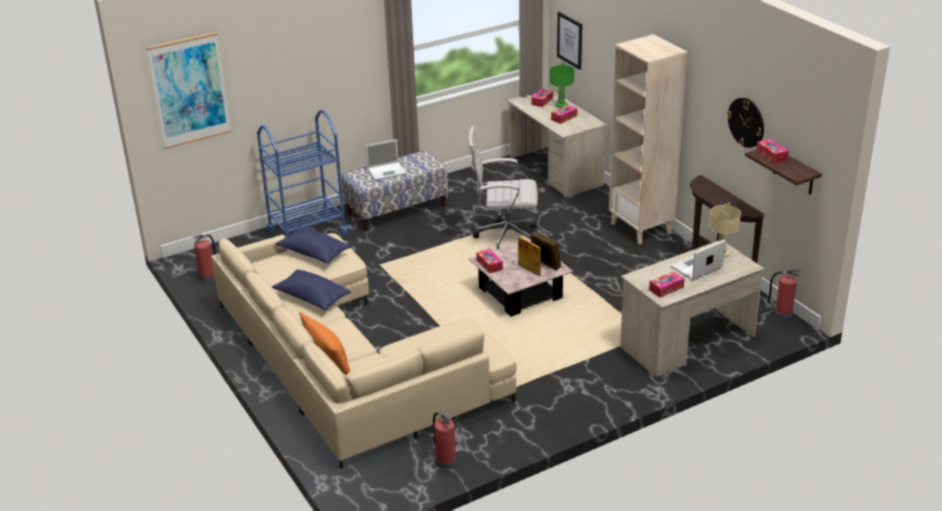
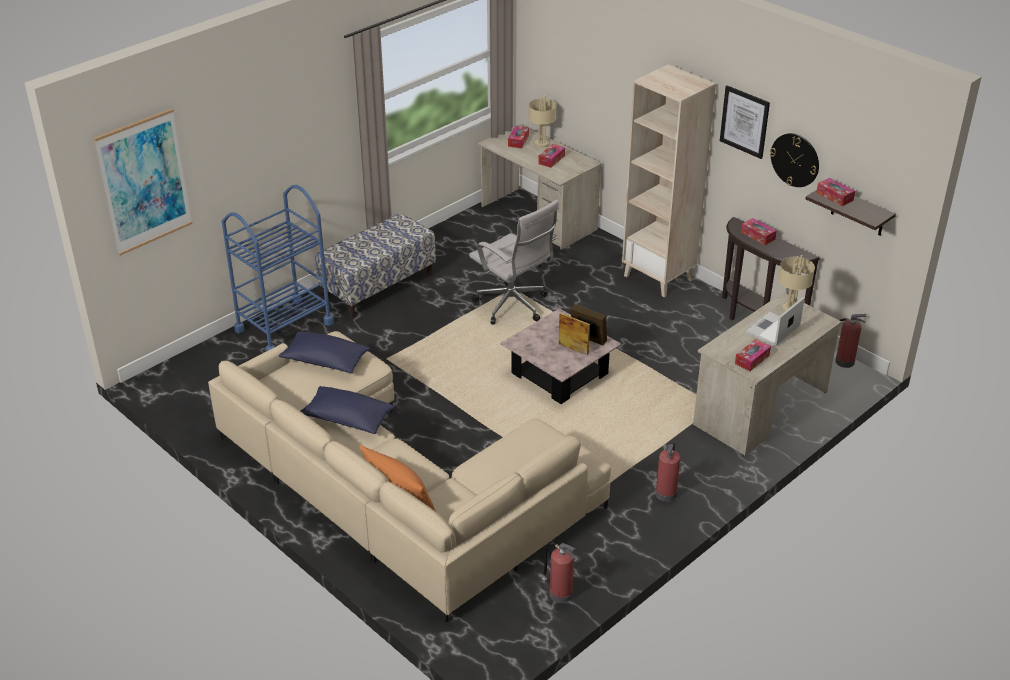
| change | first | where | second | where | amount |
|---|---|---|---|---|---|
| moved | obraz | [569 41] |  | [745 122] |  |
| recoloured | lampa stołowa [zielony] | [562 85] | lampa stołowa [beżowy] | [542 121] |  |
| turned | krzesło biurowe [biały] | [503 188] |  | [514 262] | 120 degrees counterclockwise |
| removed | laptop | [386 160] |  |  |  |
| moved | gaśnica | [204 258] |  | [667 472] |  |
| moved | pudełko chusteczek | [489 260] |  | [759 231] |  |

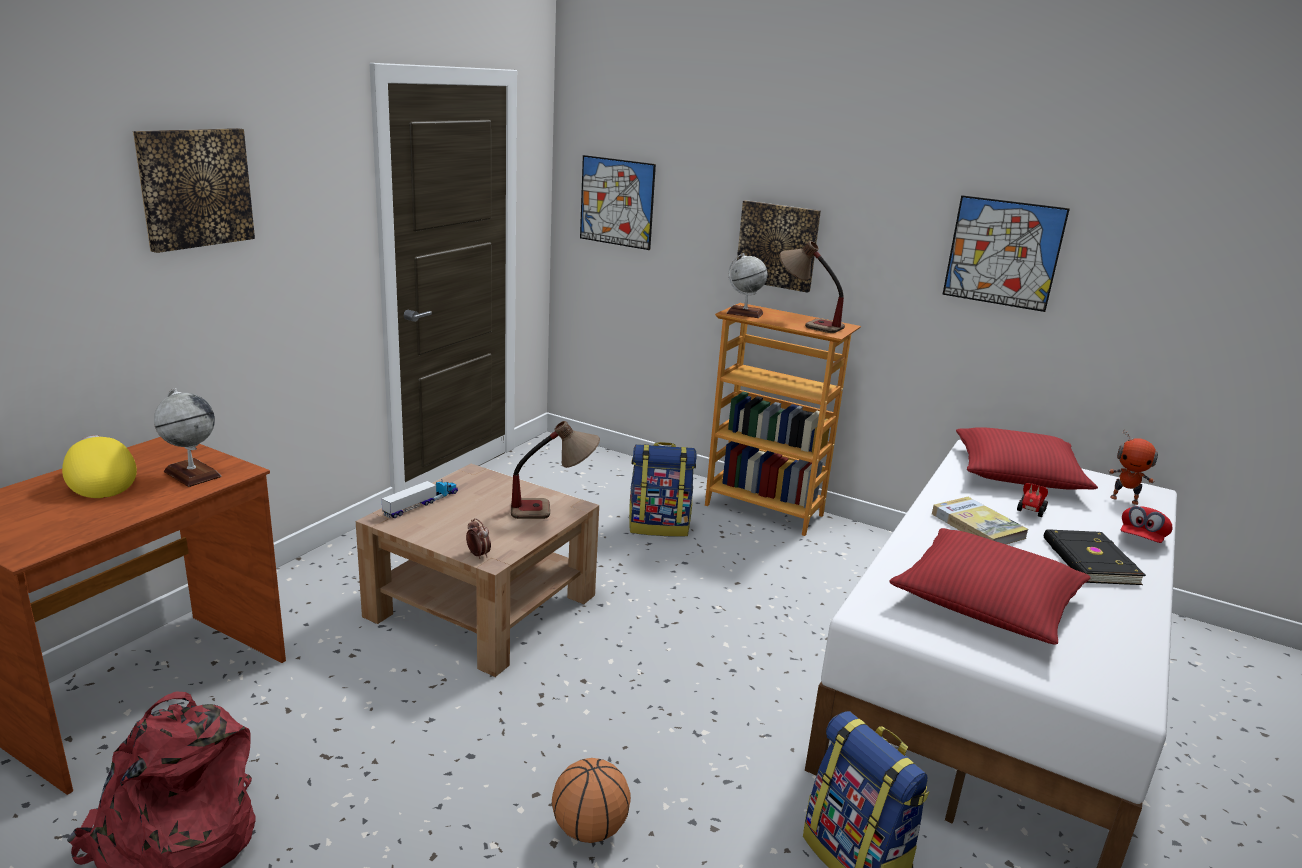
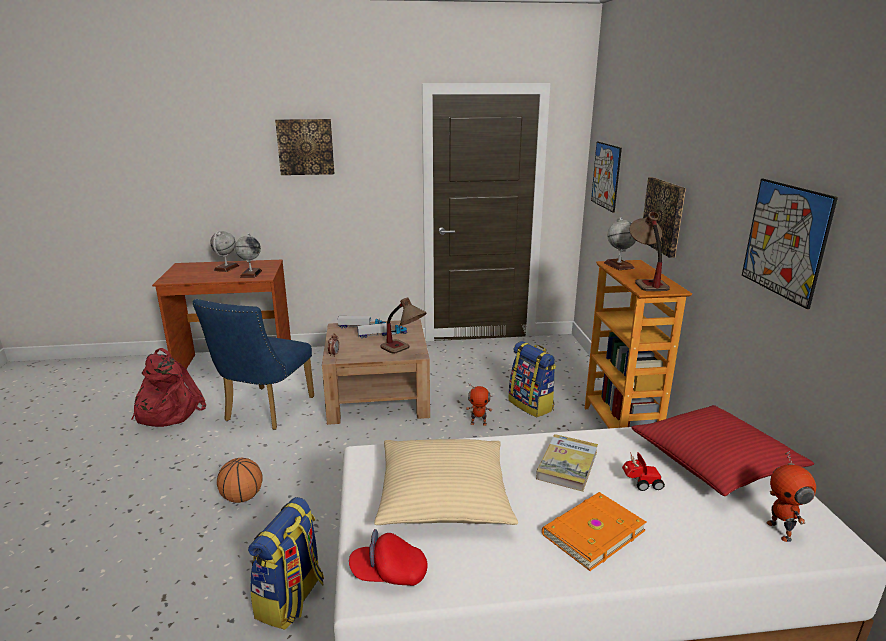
| change | first | where | second | where | amount |
|---|---|---|---|---|---|
| replaced | czapka z daszkiem [żółty] | [99 466] | globus | [224 251] |  |
| moved | czapka z daszkiem [czerwony] | [1146 524] |  | [388 557] |  |
| recoloured | poduszka [czerwony] | [990 586] | poduszka [beżowy] | [446 482] |  |
| recoloured | książka [czarny] | [1095 557] | książka [pomarańczowy] | [594 531] |  |
| added |  |  | krzesło [niebieski] | [253 364] |  |
| added |  |  | ciężarówka zabawkowa | [382 330] |  |
| added |  |  | robot zabawkowy | [479 405] |  |

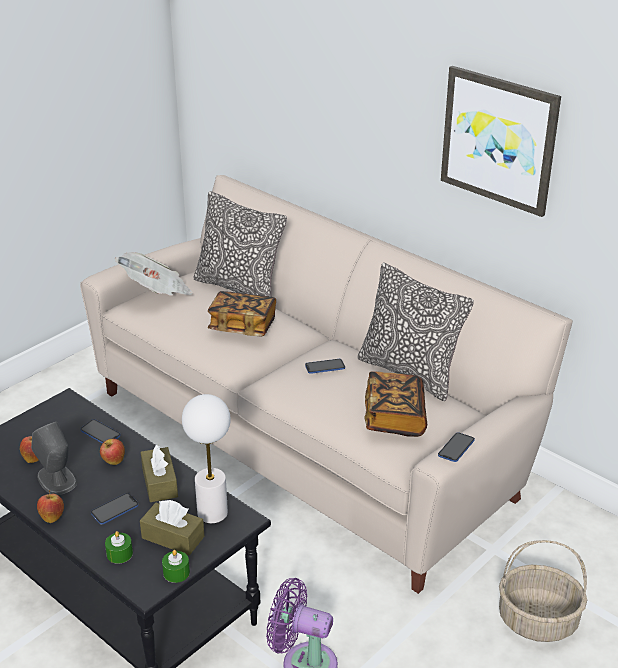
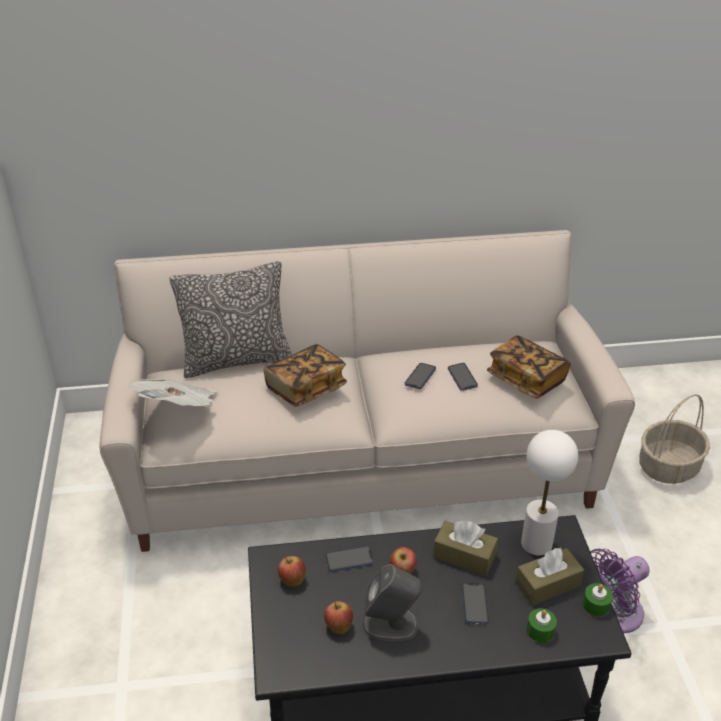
| change | first | where | second | where | amount |
|---|---|---|---|---|---|
| removed | obraz | [501 141] |  |  |  |
| removed | poduszka | [415 332] |  |  |  |
| moved | telefon | [456 447] |  | [463 377] |  |
| moved | jabłko | [50 506] |  | [292 571] |  |

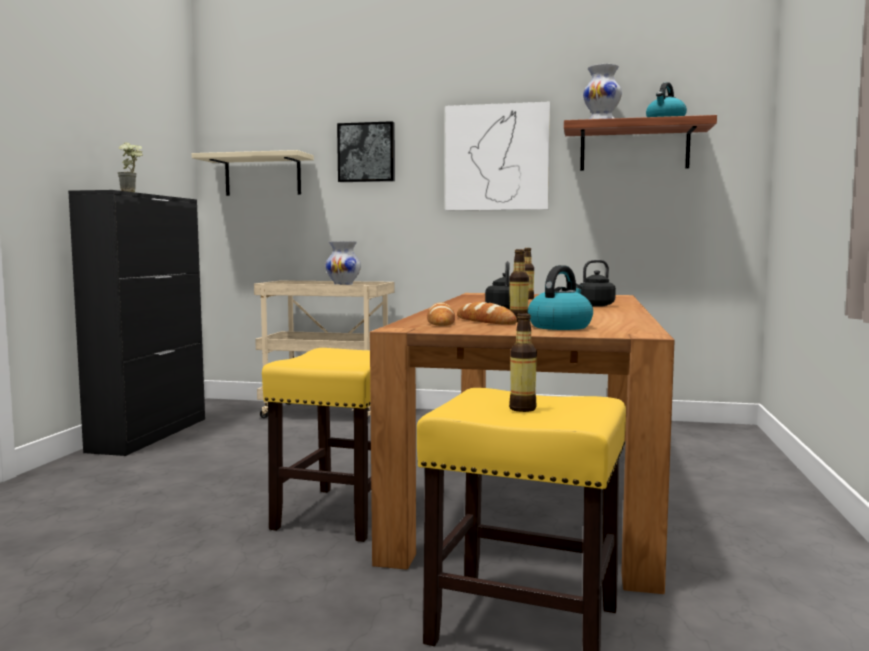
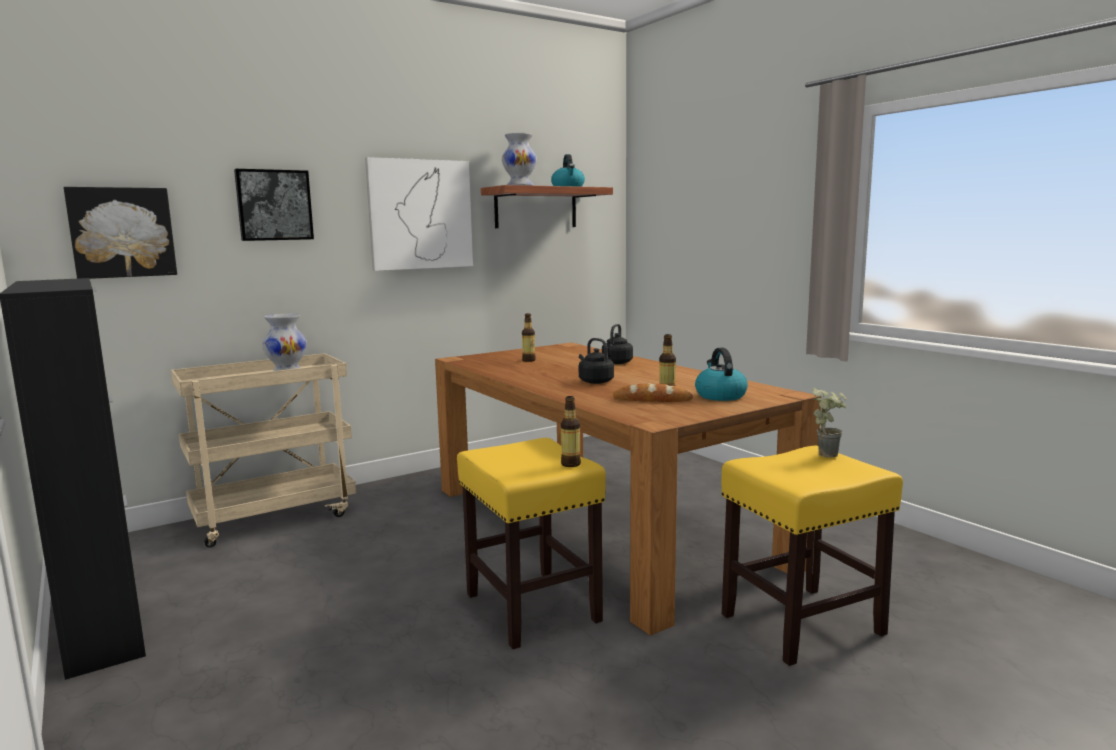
| change | first | where | second | where | amount |
|---|---|---|---|---|---|
| moved | roślina doniczkowa | [130 167] |  | [829 423] |  |
| replaced | półka [beżowy] | [253 173] | obraz | [120 233] |  |
| removed | chleb | [441 314] |  |  |  |
| moved | butelka | [523 362] |  | [571 431] |  |

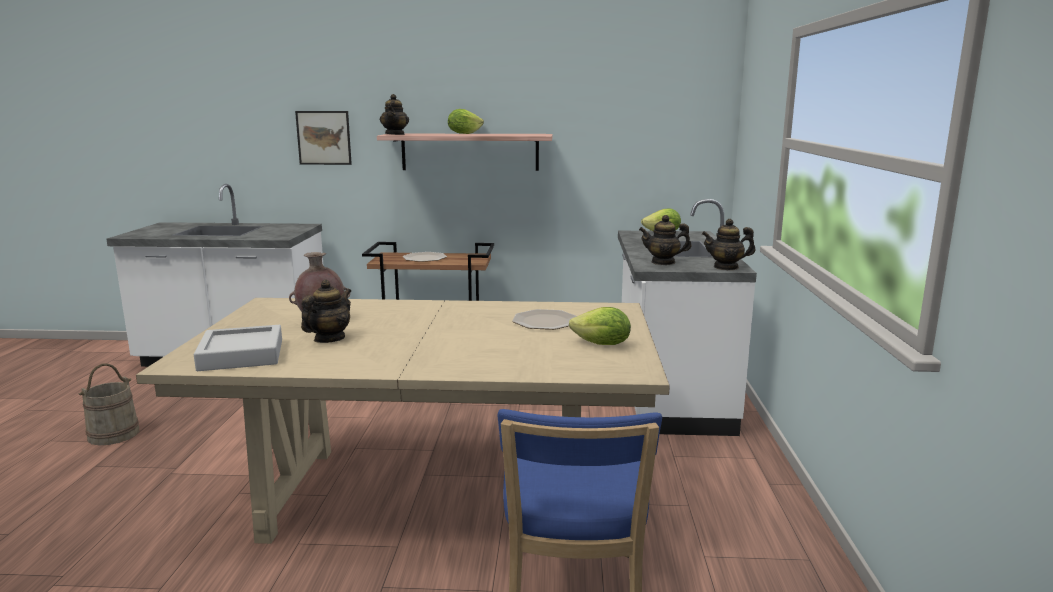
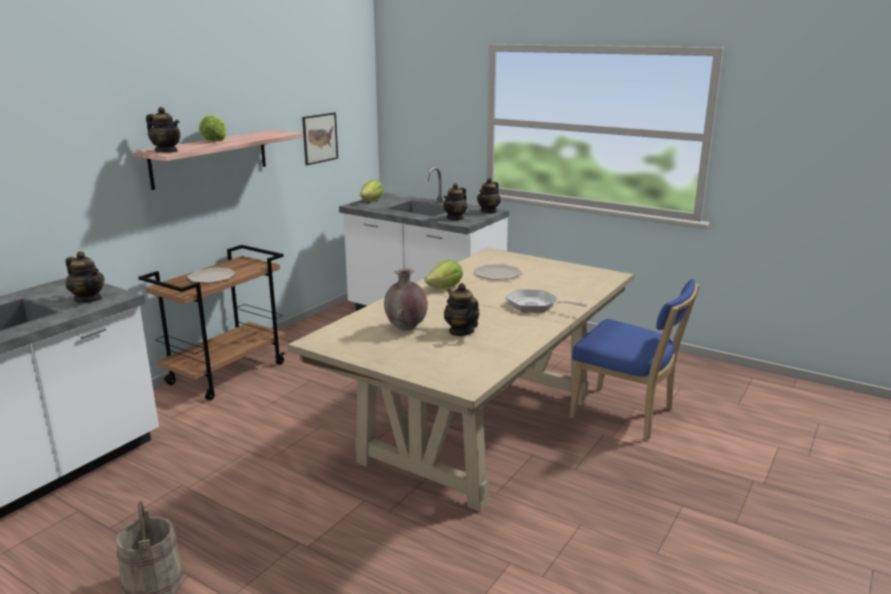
| change | first | where | second | where | amount |
|---|---|---|---|---|---|
| moved | obraz | [323 138] |  | [320 139] |  |
| moved | sałata | [600 326] |  | [444 274] |  |
| removed | taca [szary] | [238 348] |  |  |  |
| added |  |  | imbryk | [85 277] |  |
| added |  |  | patelnia | [546 301] |  |

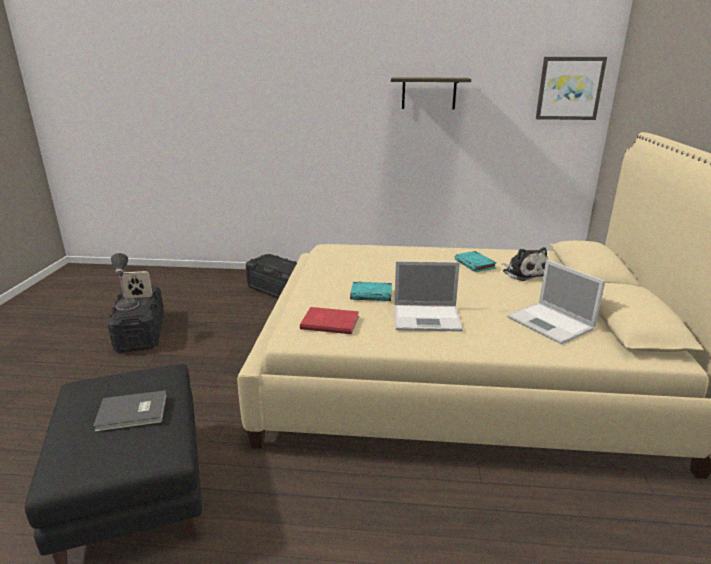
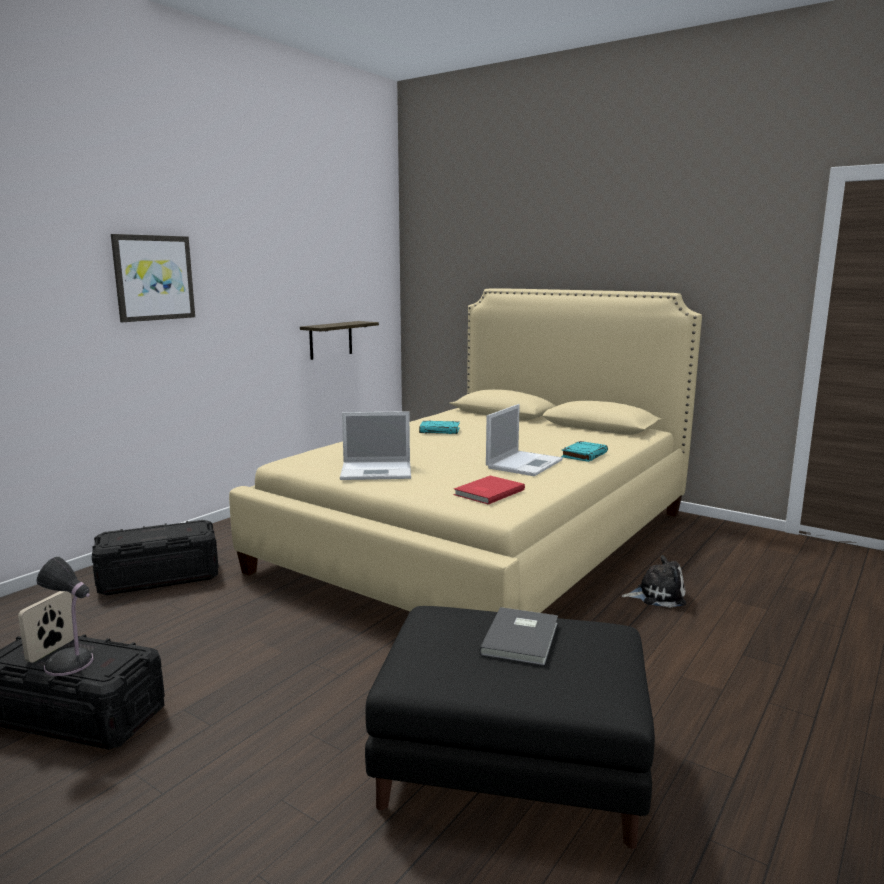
| change | first | where | second | where | amount |
|---|---|---|---|---|---|
| moved | obraz | [571 88] |  | [153 278] |  |
| moved | półka | [431 93] |  | [339 340] |  |
| moved | pluszak | [525 264] |  | [654 581] |  |
| moved | laptop | [556 302] |  | [375 445] |  |
| moved | książka [turkusowy] | [371 291] |  | [584 451] |  |

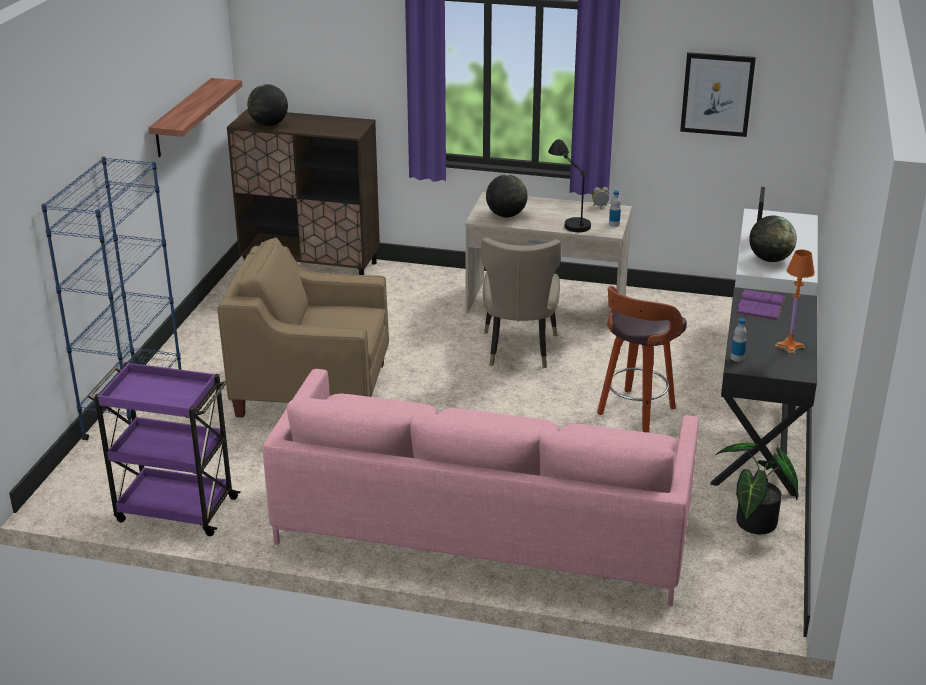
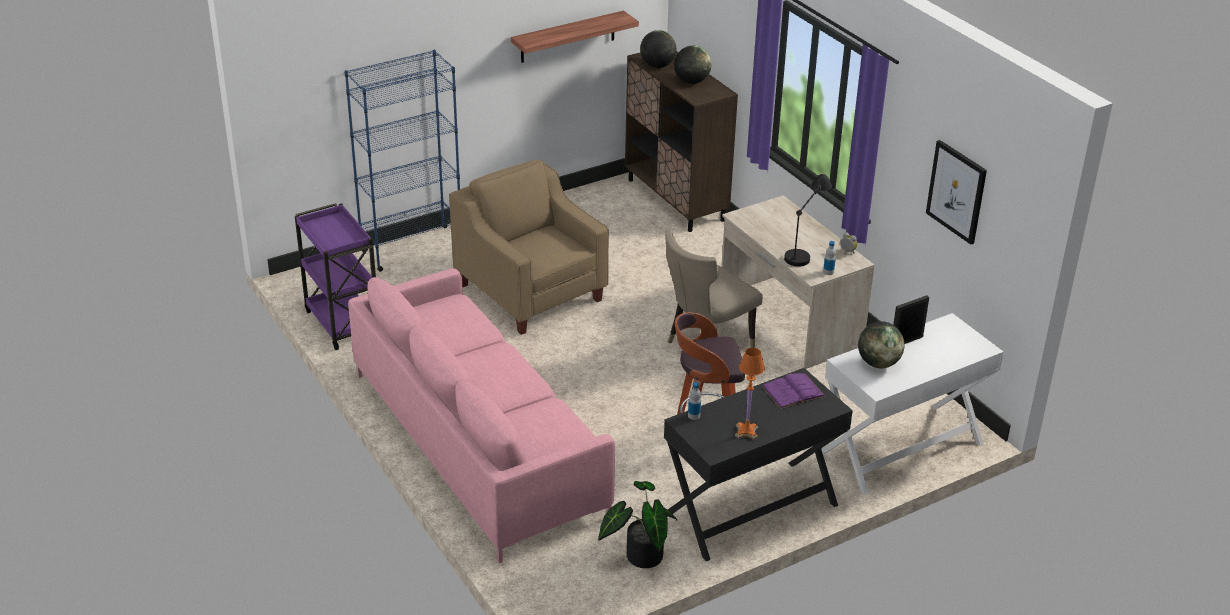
| change | first | where | second | where | amount |
|---|---|---|---|---|---|
| moved | globus | [507 195] |  | [693 65] |  |

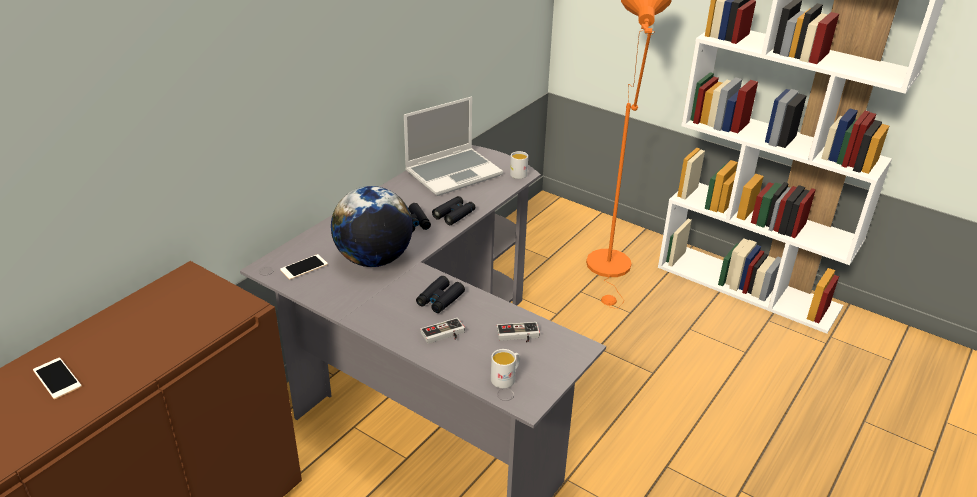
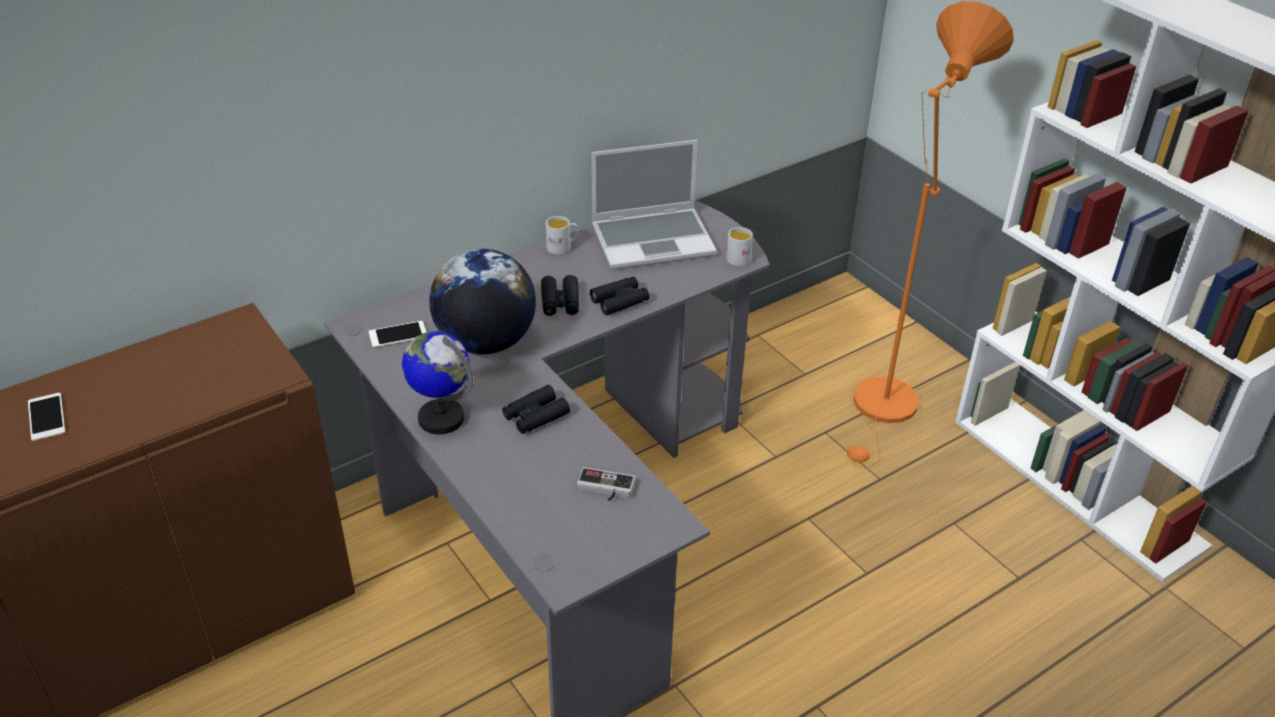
| change | first | where | second | where | amount |
|---|---|---|---|---|---|
| removed | pad do gier | [442 331] |  |  |  |
| moved | kubek [biały] | [505 368] |  | [562 235] |  |
| added |  |  | globus | [437 382] |  |

